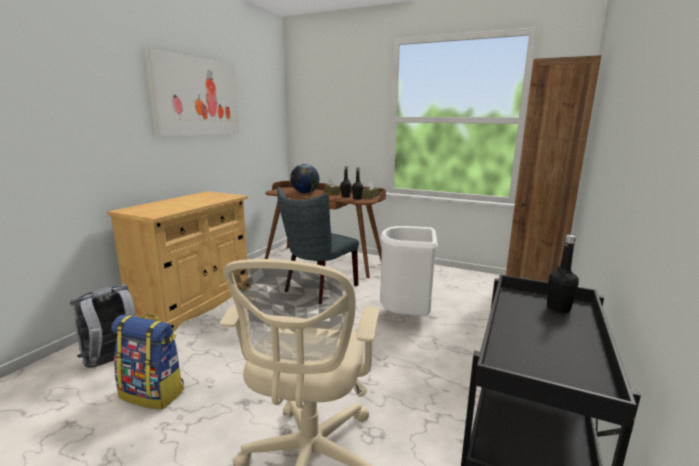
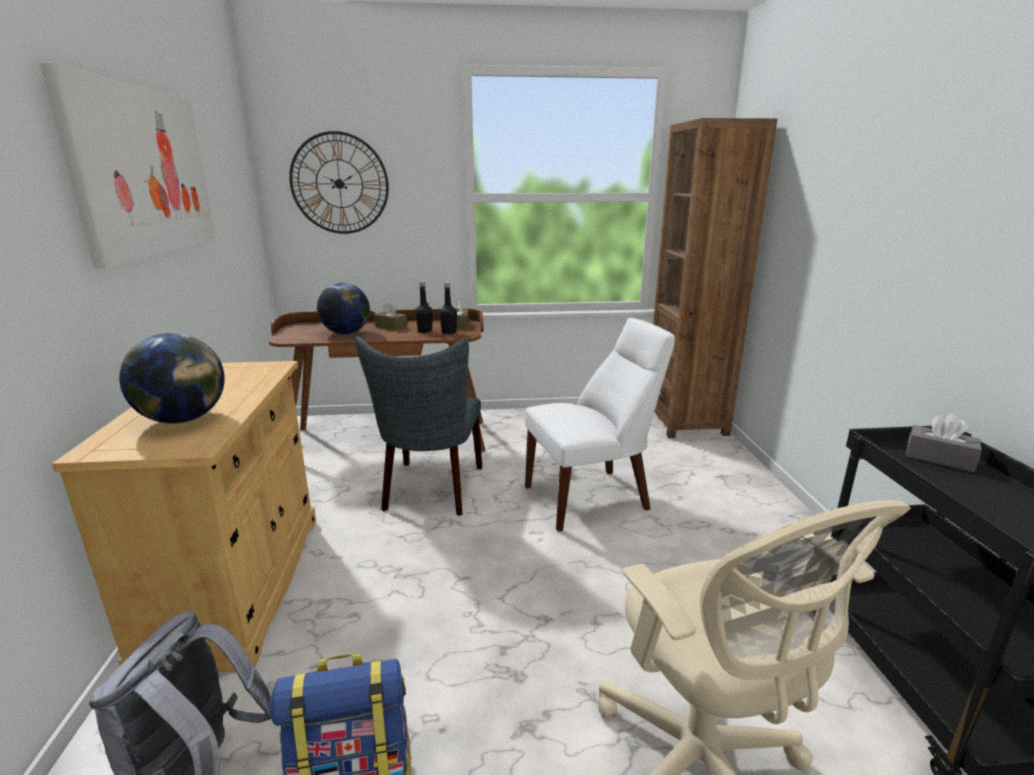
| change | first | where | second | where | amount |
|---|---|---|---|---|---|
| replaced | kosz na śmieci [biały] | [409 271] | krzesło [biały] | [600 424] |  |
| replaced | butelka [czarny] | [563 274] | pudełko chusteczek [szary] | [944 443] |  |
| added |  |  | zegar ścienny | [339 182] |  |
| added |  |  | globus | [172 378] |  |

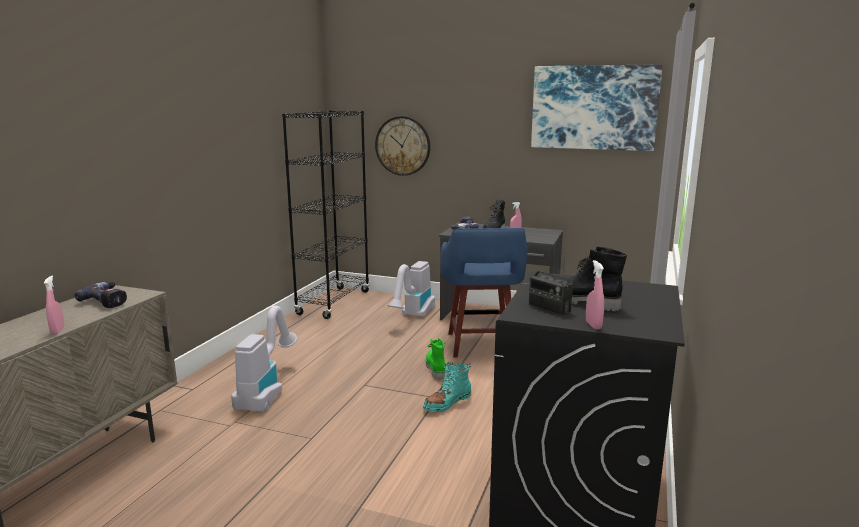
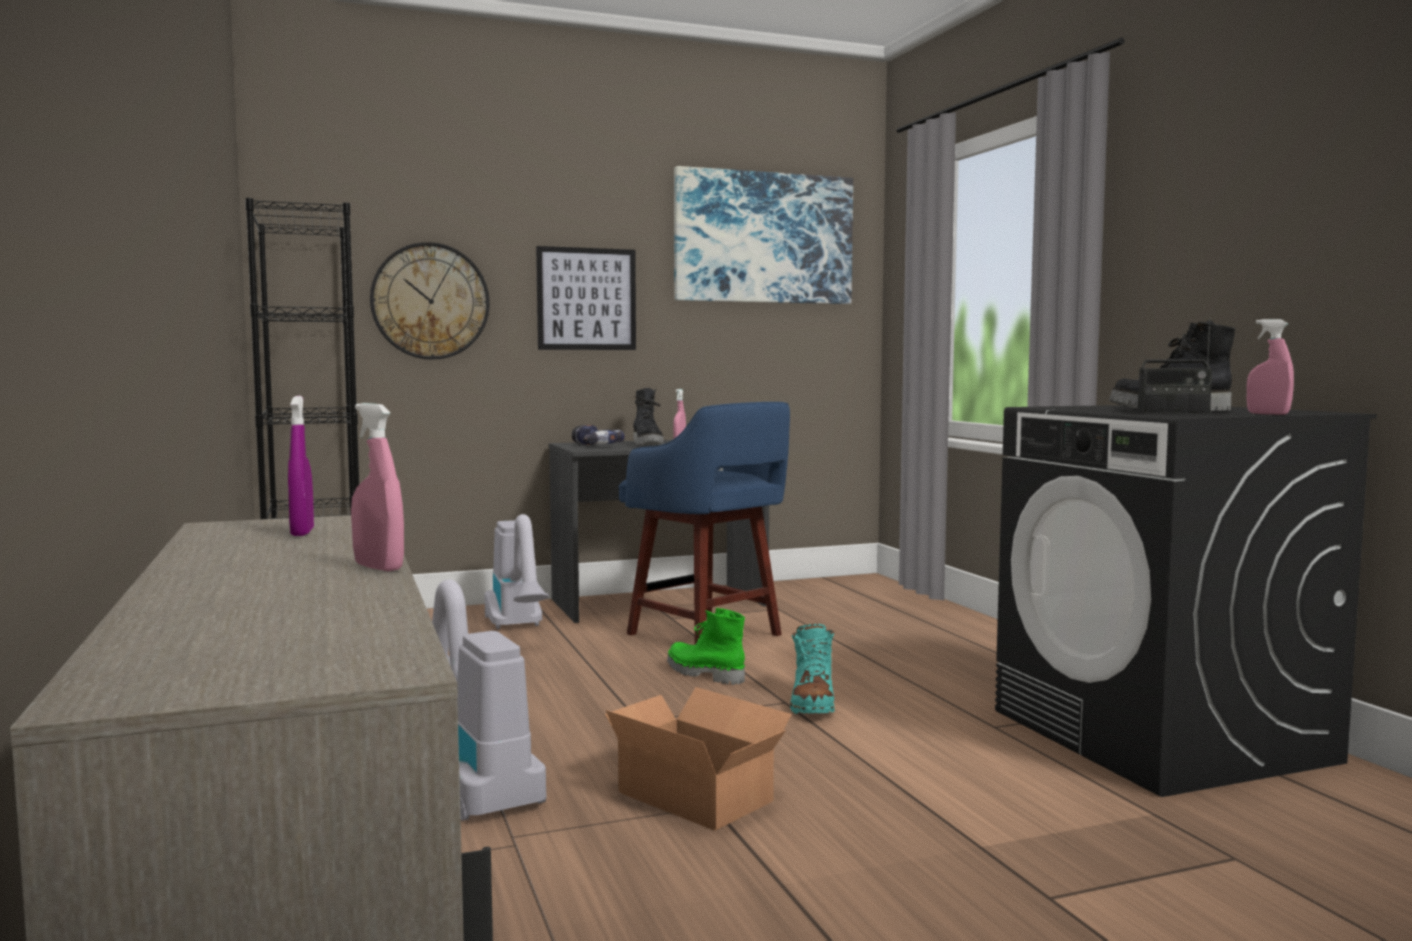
| change | first | where | second | where | amount |
|---|---|---|---|---|---|
| replaced | wiertarka | [100 294] | spryskiwacz [fioletowy] | [301 466] |  |
| added |  |  | obraz | [586 298] |  |
| added |  |  | karton | [698 759] |  |

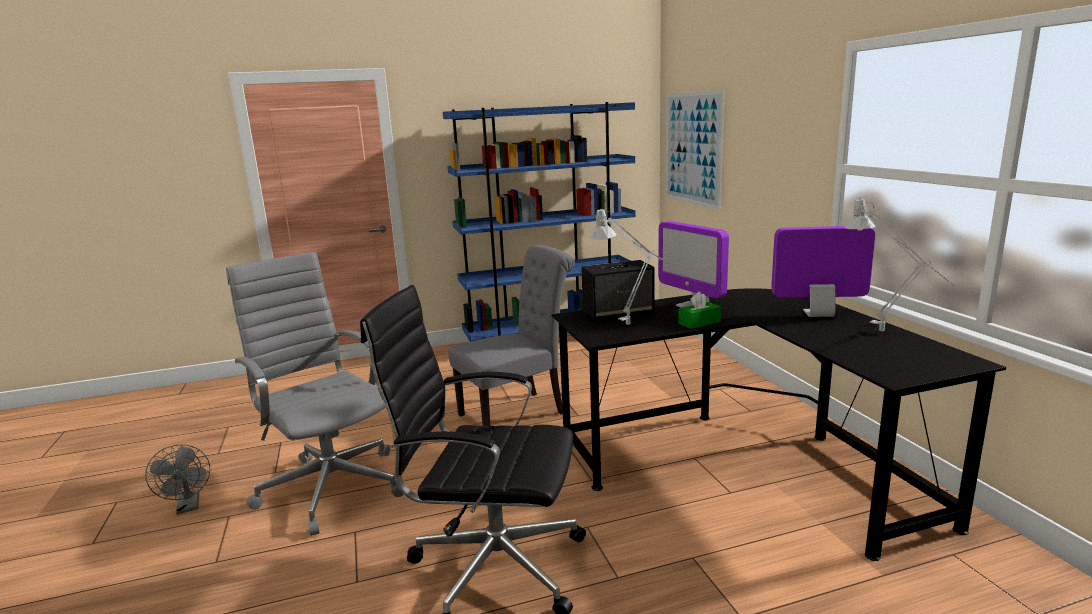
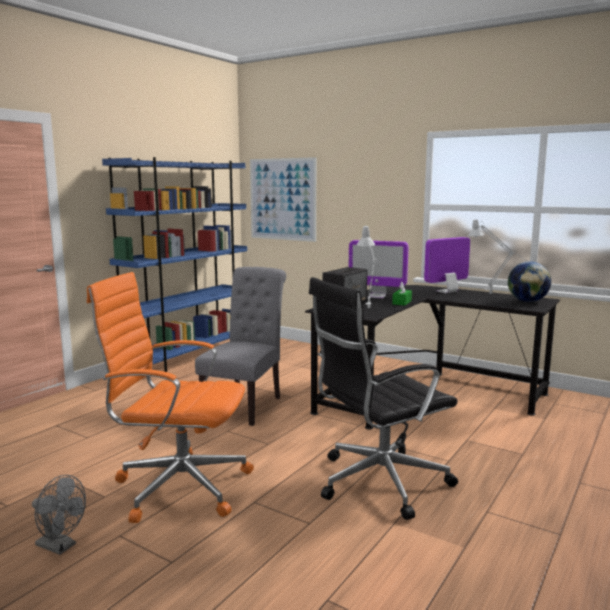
| change | first | where | second | where | amount |
|---|---|---|---|---|---|
| recoloured | krzesło biurowe [szary] | [314 394] | krzesło biurowe [pomarańczowy] | [170 397] |  |
| added |  |  | globus | [529 281] |  |

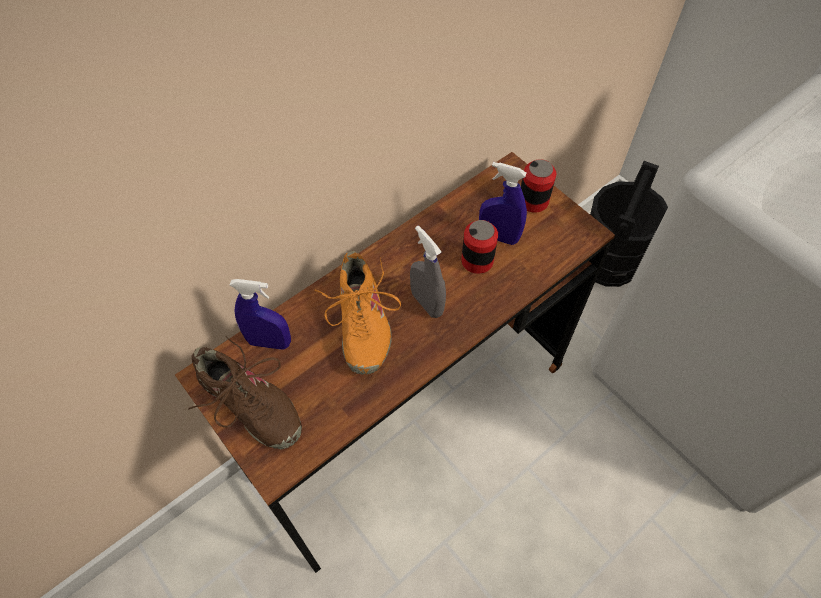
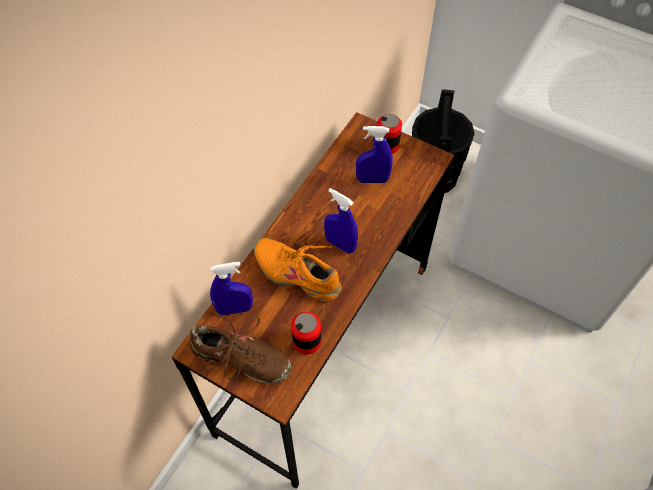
| change | first | where | second | where | amount |
|---|---|---|---|---|---|
| moved | puszka | [479 247] |  | [306 333] |  |
| recoloured | spryskiwacz [szary] | [428 272] | spryskiwacz [niebieski] | [341 221] |  |
| turned | but [pomarańczowy] | [357 313] |  | [298 270] | 150 degrees clockwise |

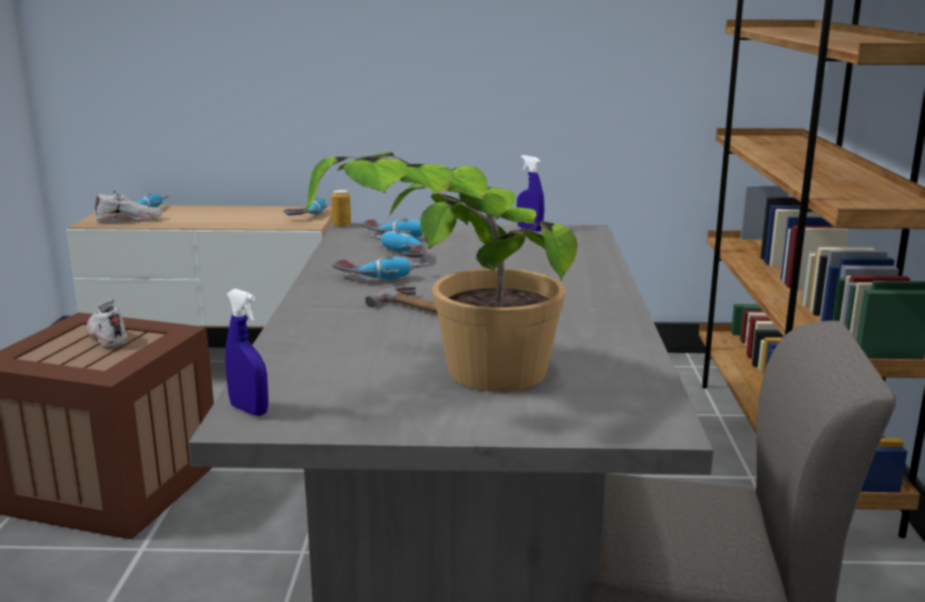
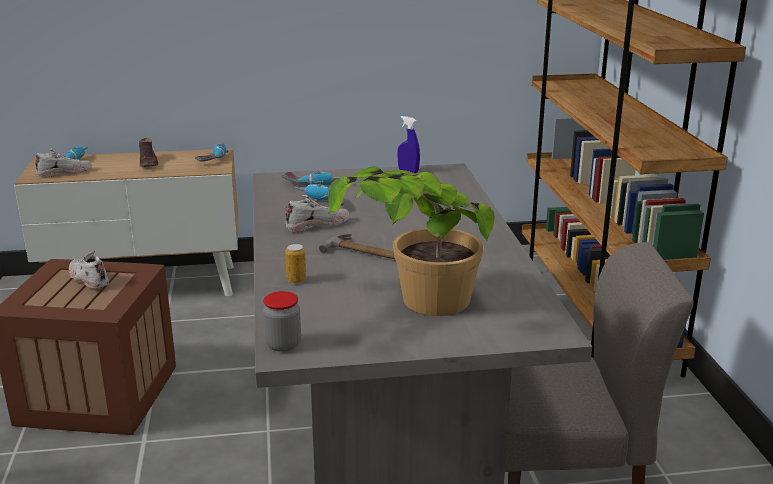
| change | first | where | second | where | amount |
|---|---|---|---|---|---|
| moved | puszka | [341 209] |  | [295 264] |  |
| replaced | wiertarka | [380 268] | but [biały] | [317 213] |  |
| replaced | spryskiwacz [niebieski] | [247 352] | słoik | [282 321] |  |
| added |  |  | but [brązowy] | [148 152] |  |

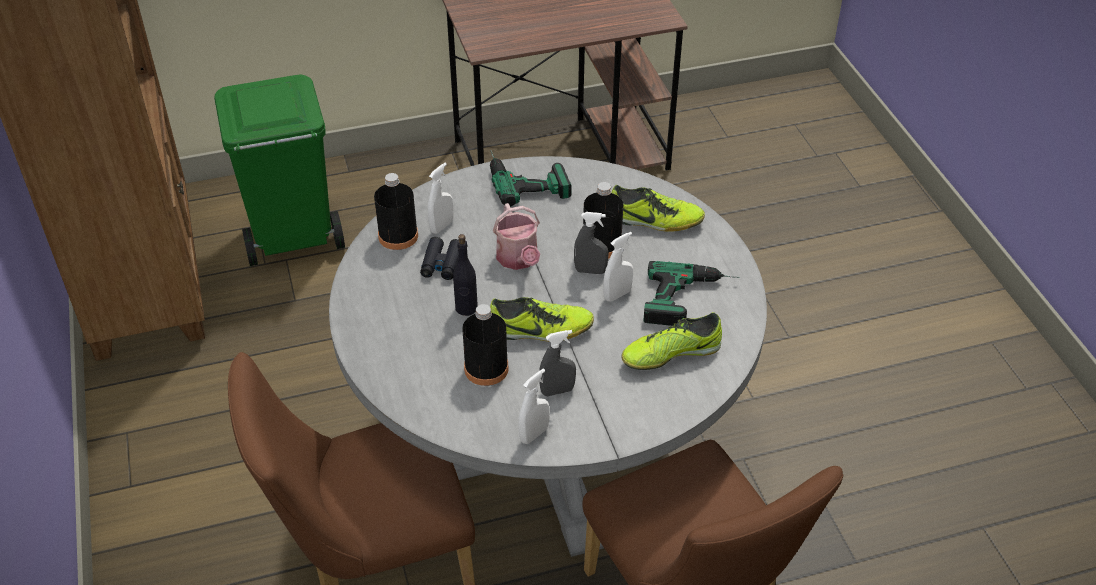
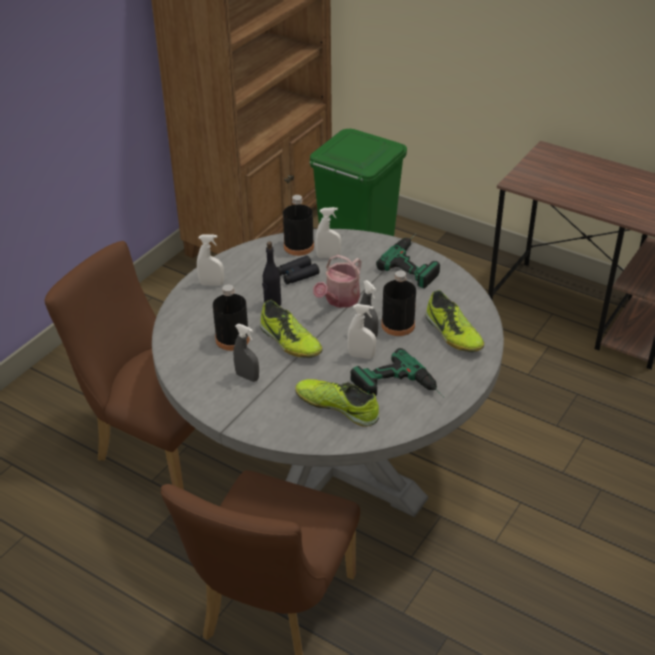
| change | first | where | second | where | amount |
|---|---|---|---|---|---|
| moved | spryskiwacz [biały] | [533 406] |  | [210 260] |  |

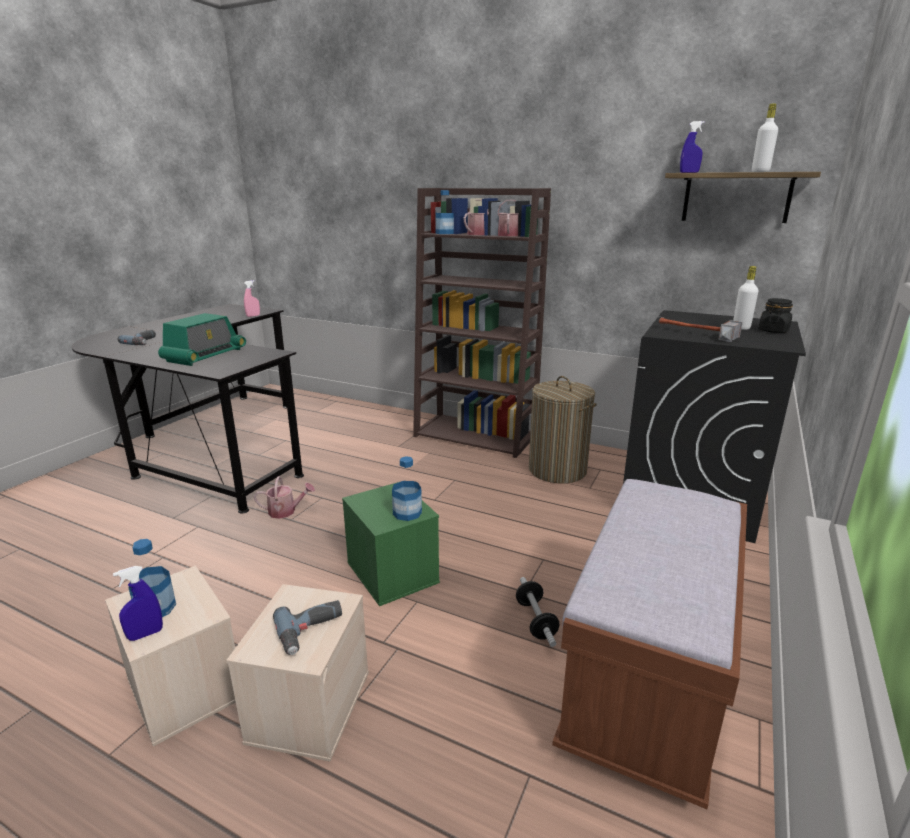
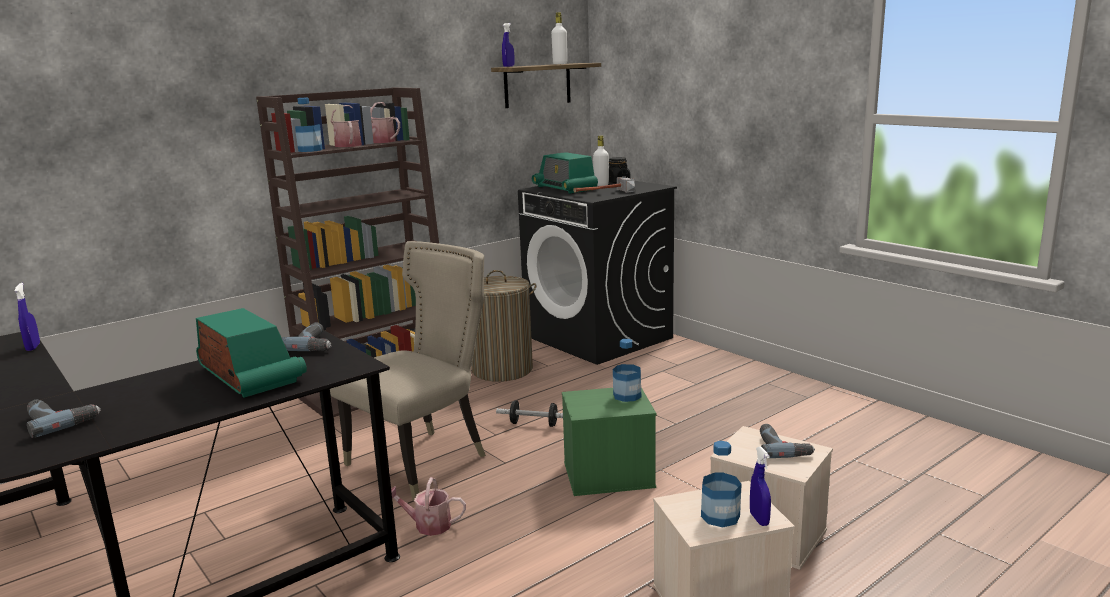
| change | first | where | second | where | amount |
|---|---|---|---|---|---|
| recoloured | spryskiwacz [różowy] | [252 298] | spryskiwacz [niebieski] | [27 317] |  |
| turned | konewka | [284 498] |  | [428 506] | 105 degrees counterclockwise |
| removed | ławka [brązowy] | [649 644] |  |  |  |
| moved | hantel | [537 612] |  | [529 413] |  |
| added |  |  | radio | [565 173] |  |
| added |  |  | krzesło [beżowy] | [408 371] |  |
| added |  |  | wiertarka | [306 336] |  |

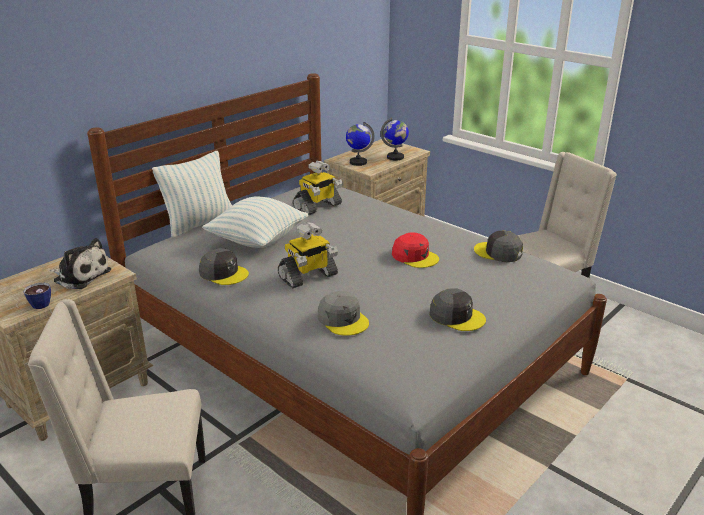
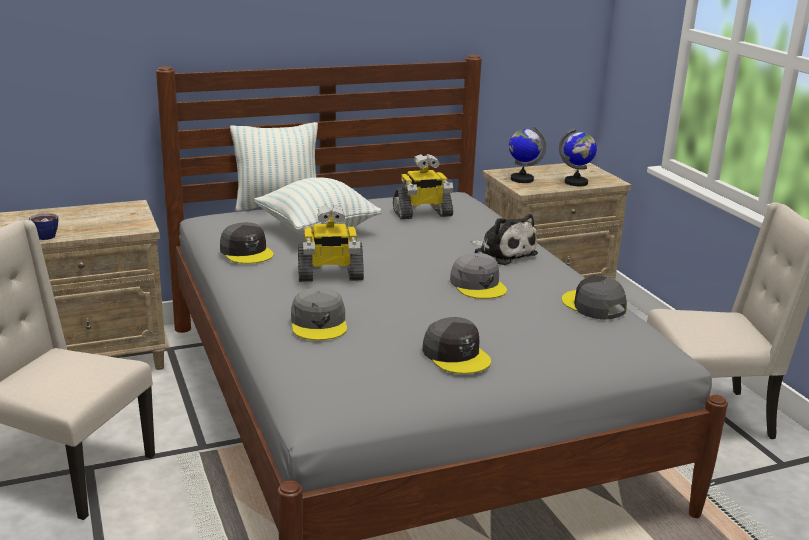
| change | first | where | second | where | amount |
|---|---|---|---|---|---|
| recoloured | czapka z daszkiem [czerwony] | [415 250] | czapka z daszkiem [szary] | [478 276] |  |
| moved | pluszak | [80 263] |  | [504 239] |  |

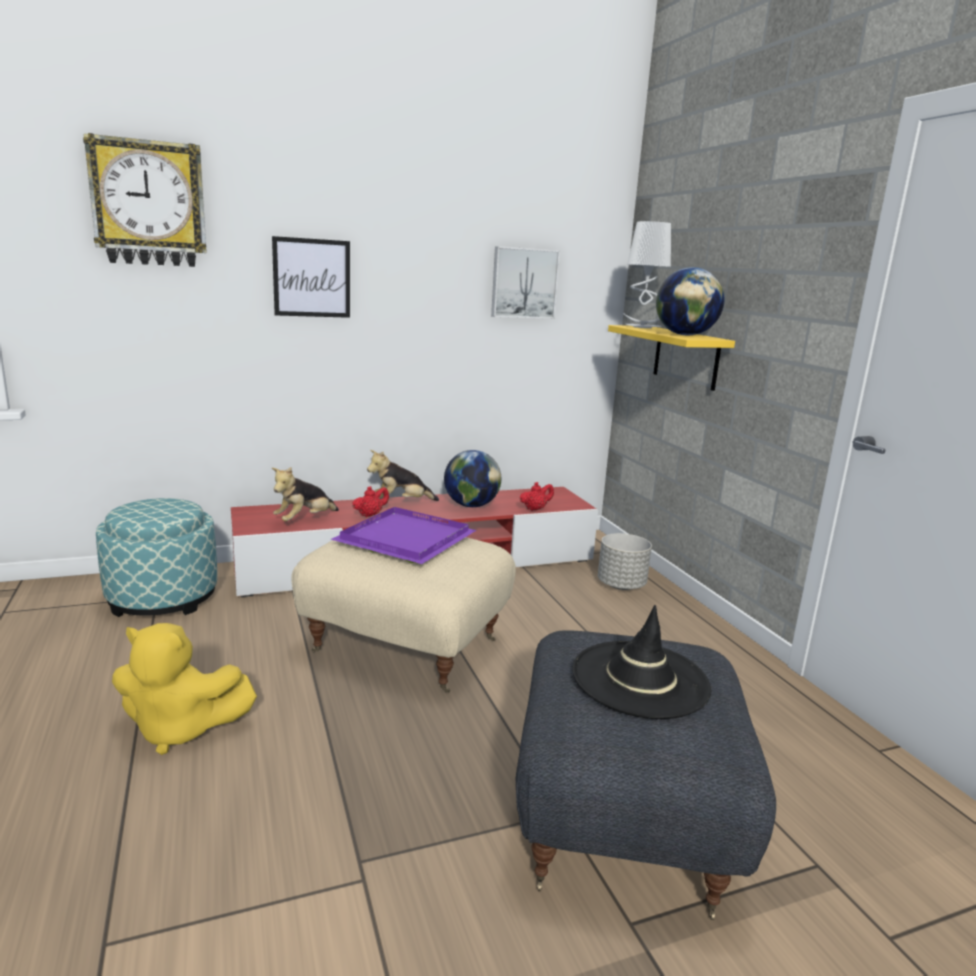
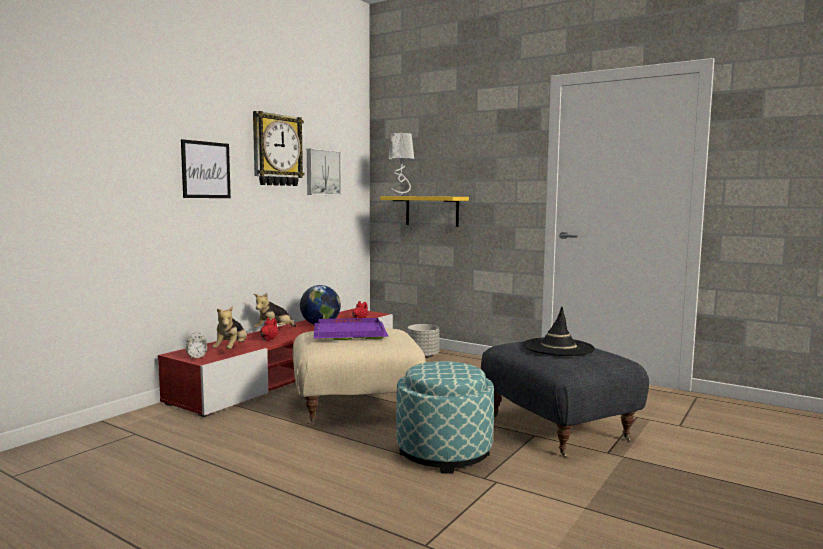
| change | first | where | second | where | amount |
|---|---|---|---|---|---|
| moved | zegar ścienny | [144 200] |  | [279 148] |  |
| removed | globus | [690 301] |  |  |  |
| moved | pufa | [156 557] |  | [445 417] |  |
| removed | pluszak [żółty] | [184 689] |  |  |  |
| added |  |  | budzik | [196 346] |  |

